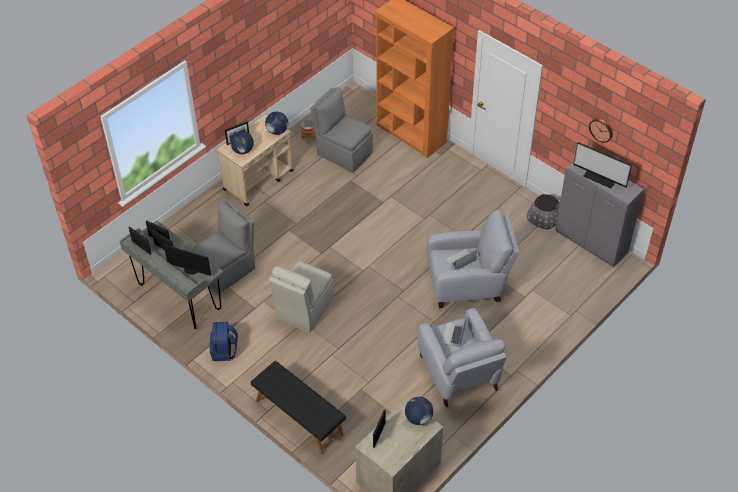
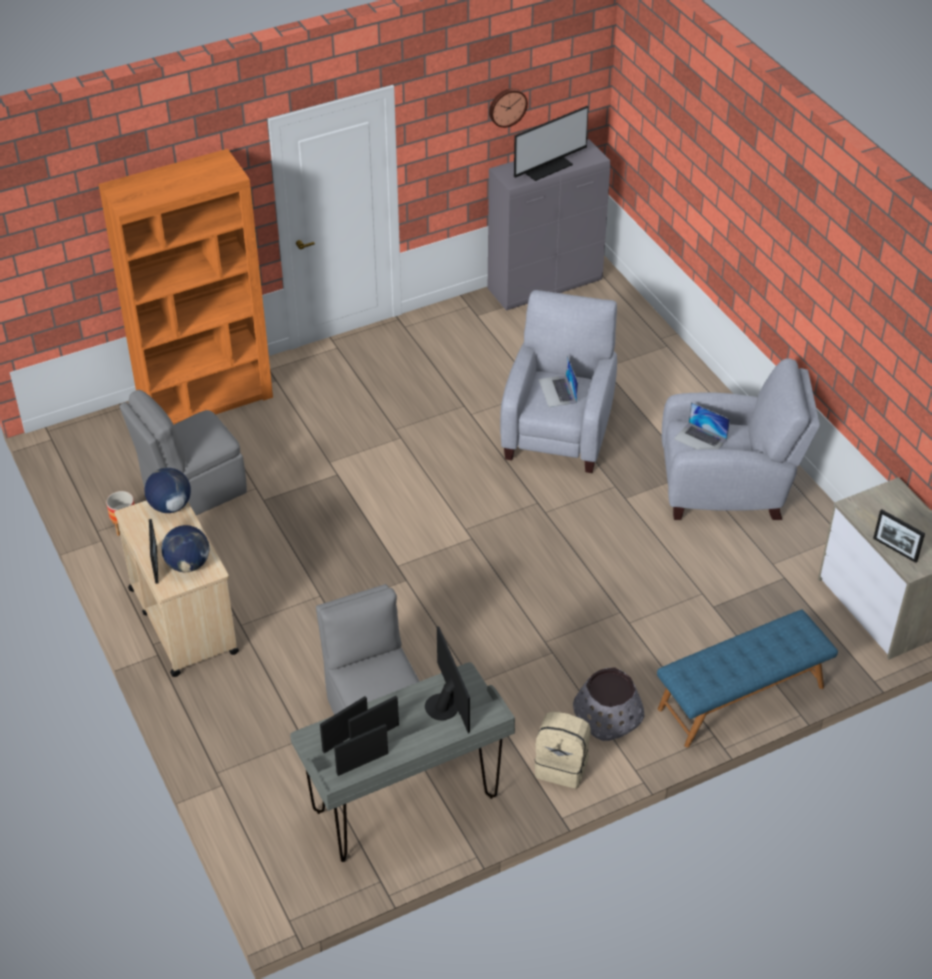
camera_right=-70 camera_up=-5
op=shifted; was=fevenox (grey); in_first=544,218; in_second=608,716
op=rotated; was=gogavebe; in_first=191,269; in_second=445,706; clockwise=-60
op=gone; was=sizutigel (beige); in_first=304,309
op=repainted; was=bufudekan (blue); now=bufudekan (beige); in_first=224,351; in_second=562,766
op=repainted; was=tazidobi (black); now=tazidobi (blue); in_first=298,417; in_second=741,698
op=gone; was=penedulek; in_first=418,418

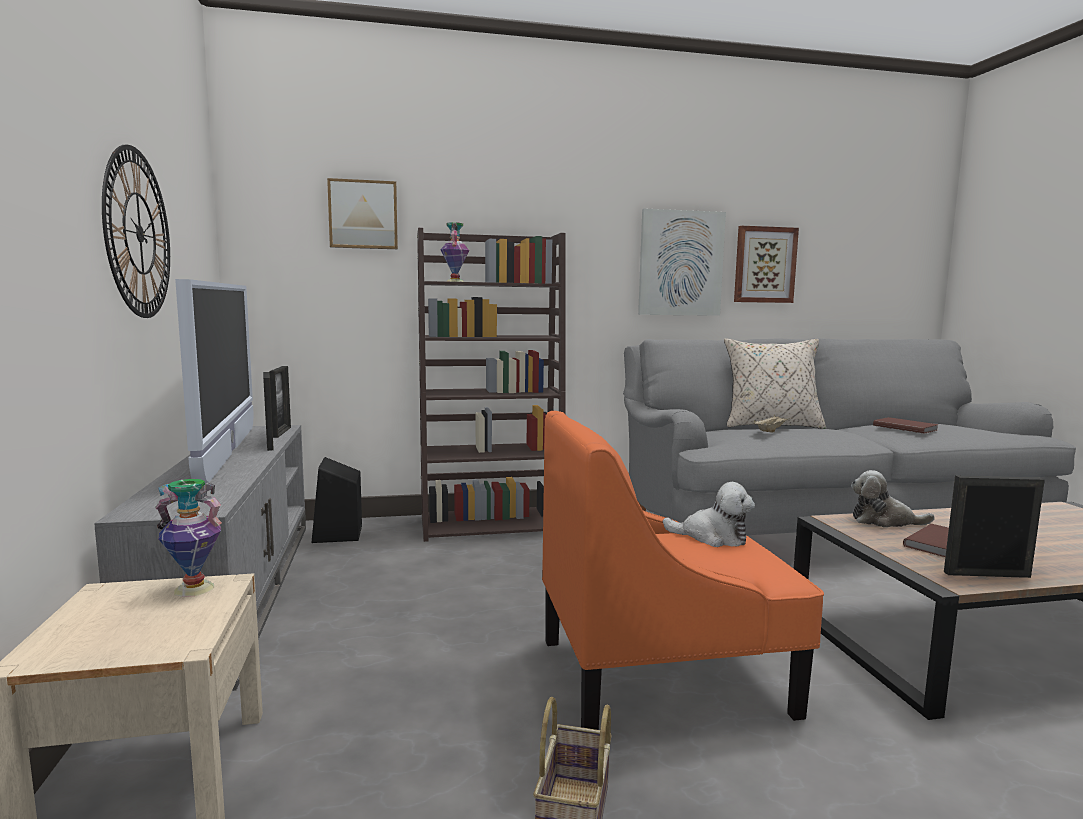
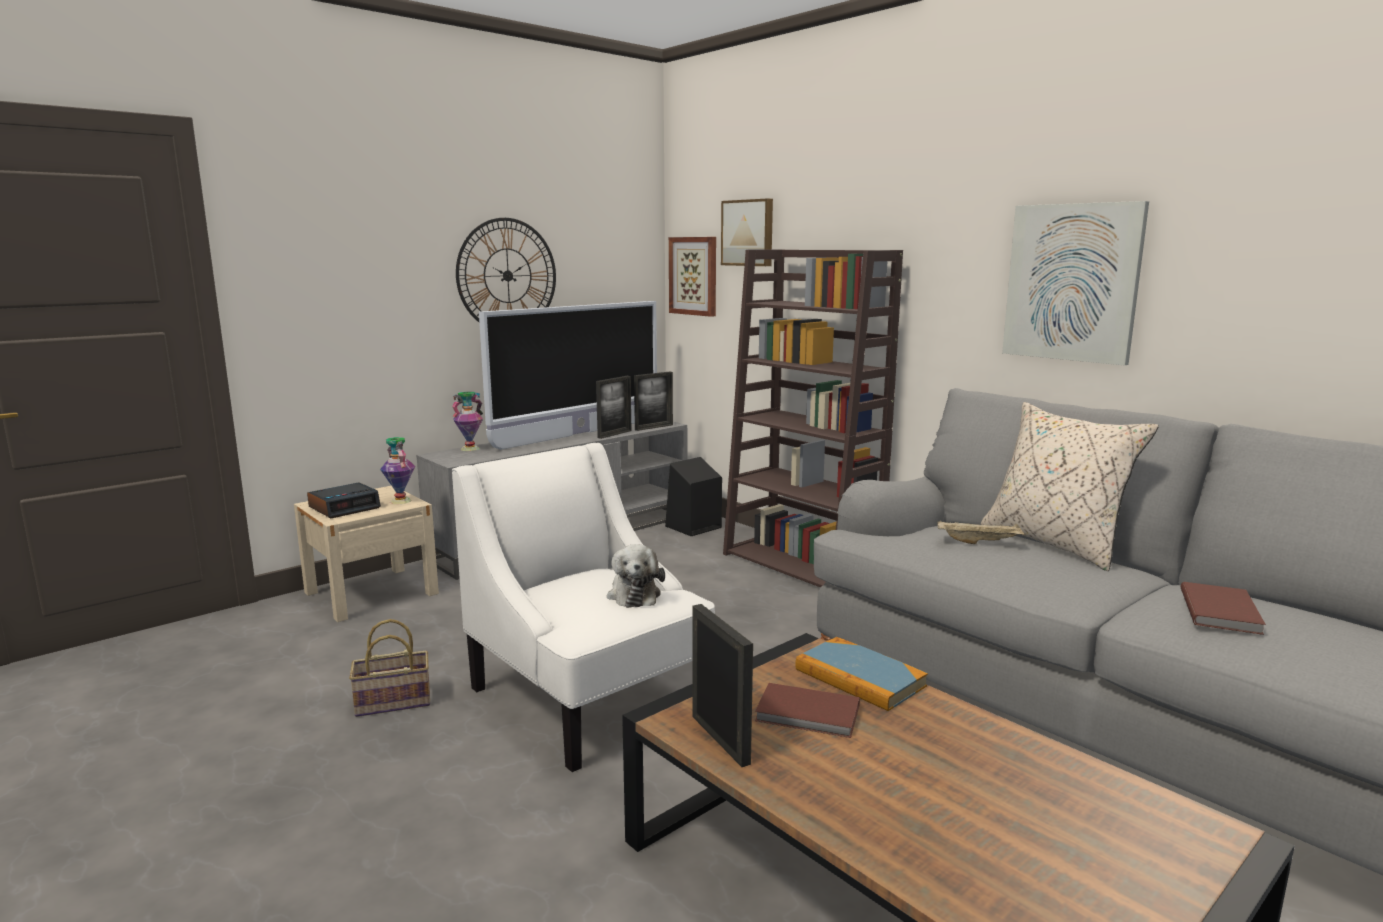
camera_right=60 camera_up=5
op=shifted; was=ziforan; in_first=454,281; in_second=470,448
op=shifted; was=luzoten; in_first=764,265; in_second=694,276
op=repainted; was=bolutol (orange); now=bolutol (white); in_first=663,676; in_second=588,698
op=swapped; was=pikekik; now=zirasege; in_first=884,521; in_second=859,678
op=new; now=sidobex; in_second=345,507

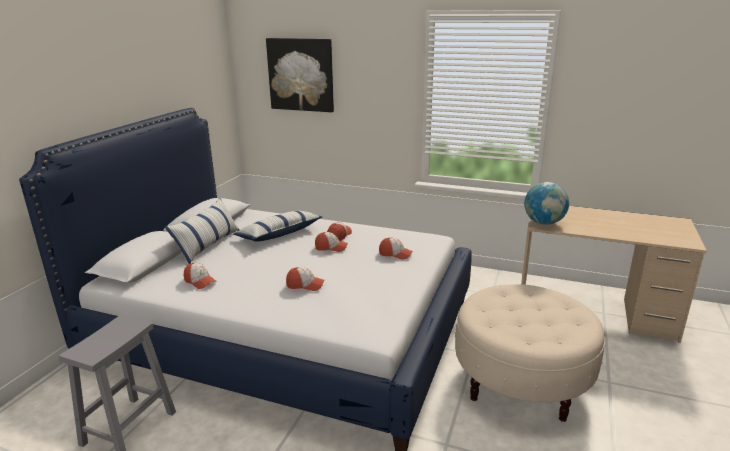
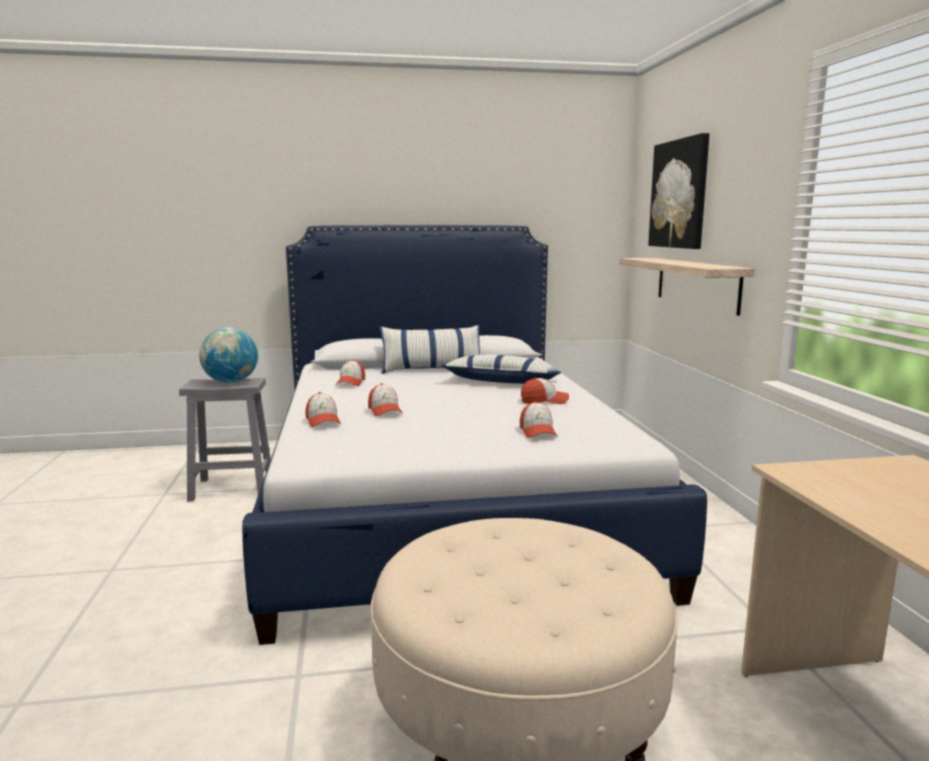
camera_right=60 camera_up=-10
op=shifted; was=penedulek; in_first=544,223; in_second=231,382
op=shifted; was=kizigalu; in_first=331,247; in_second=323,421
op=new; now=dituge; in_second=696,283

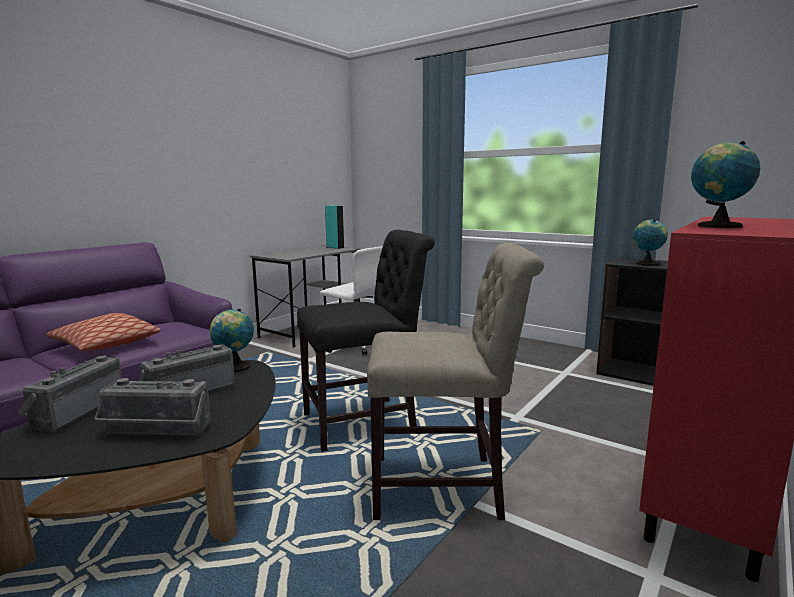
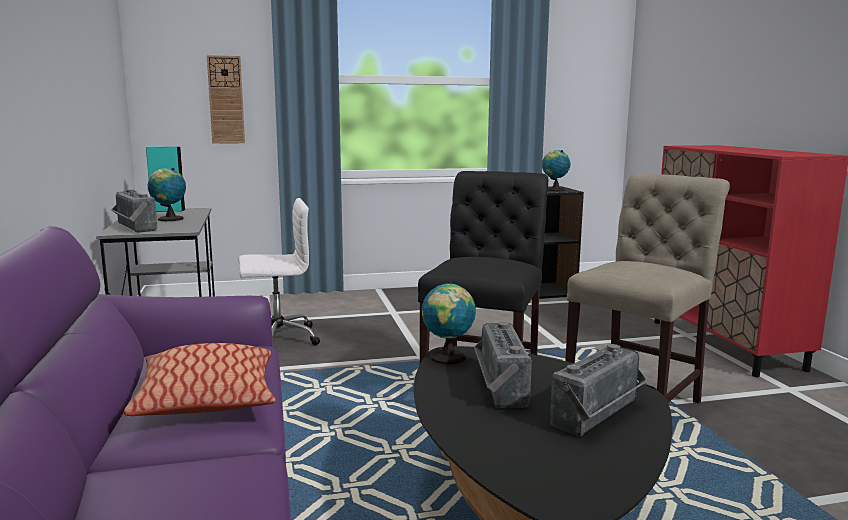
camera_right=-50 camera_up=0
op=shifted; was=penedulek; in_first=716,226; in_second=169,219
op=shifted; was=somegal; in_first=76,411; in_second=133,227
op=new; now=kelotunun; in_second=226,100

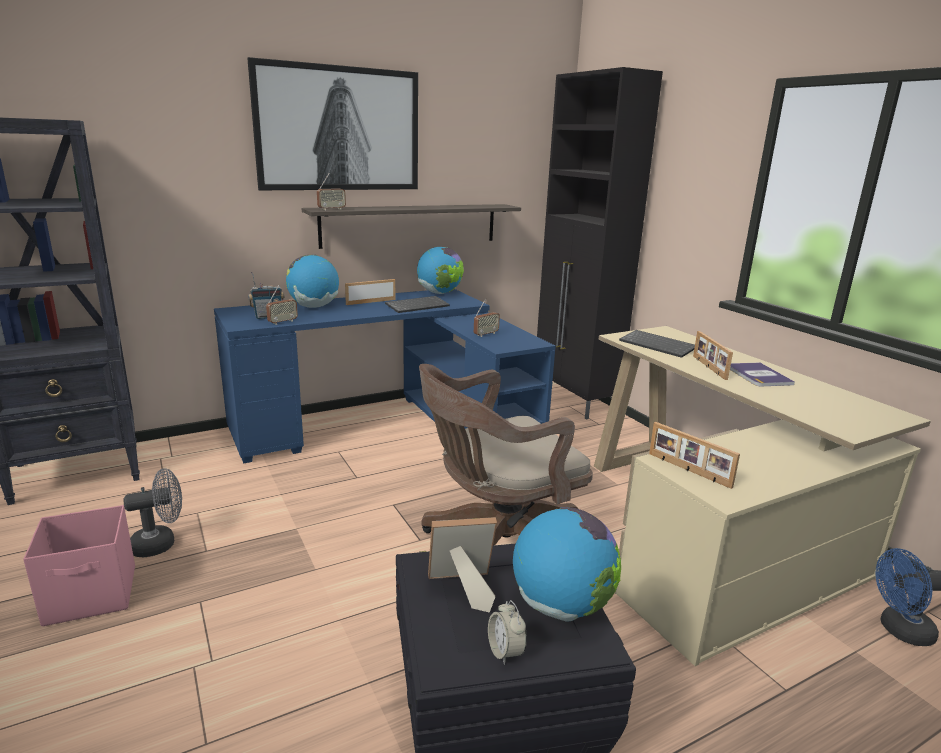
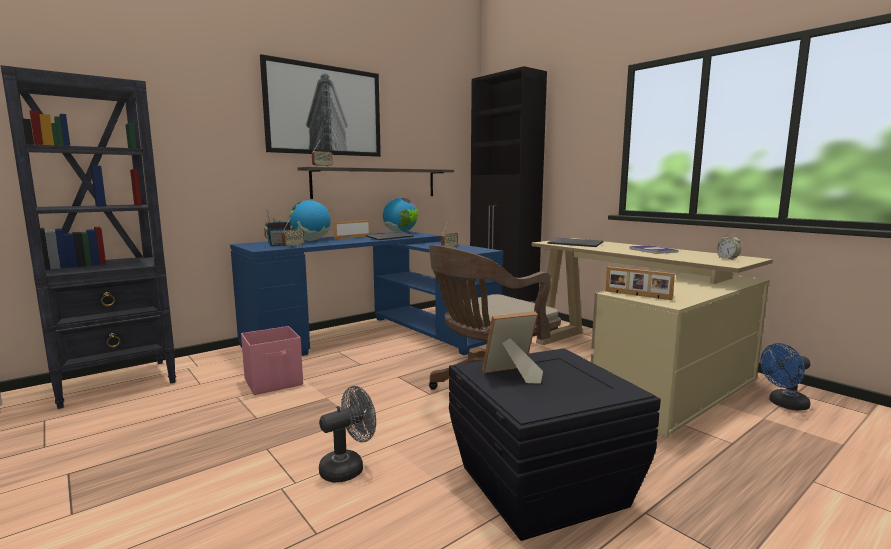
camera_right=-10 camera_up=-10
op=gone; was=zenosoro; in_first=708,367
op=shifted; was=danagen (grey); in_first=160,543; in_second=348,468
op=shifted; was=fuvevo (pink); in_first=92,595; in_second=274,382
op=gone; was=penedulek; in_first=561,606
op=shifted; was=sidobex; in_first=505,651; in_second=727,259

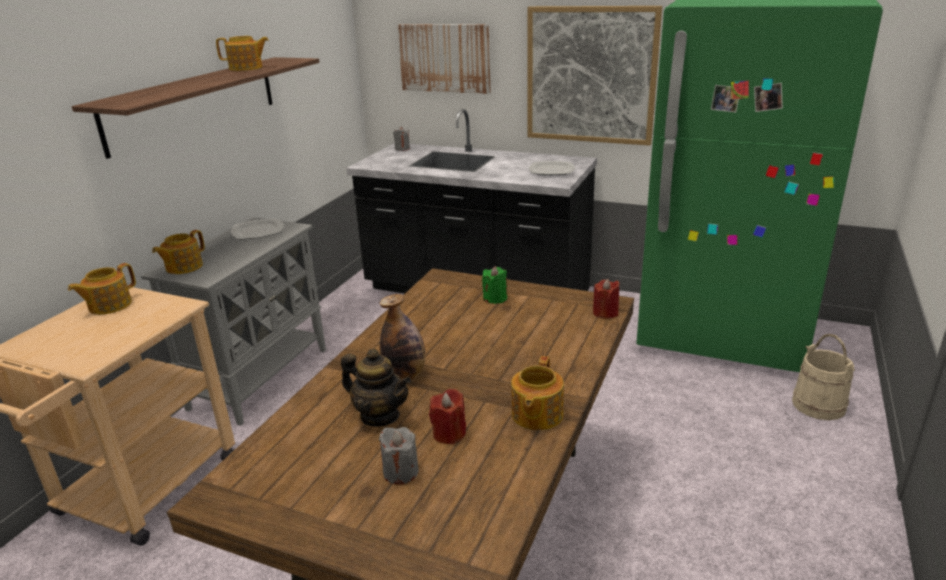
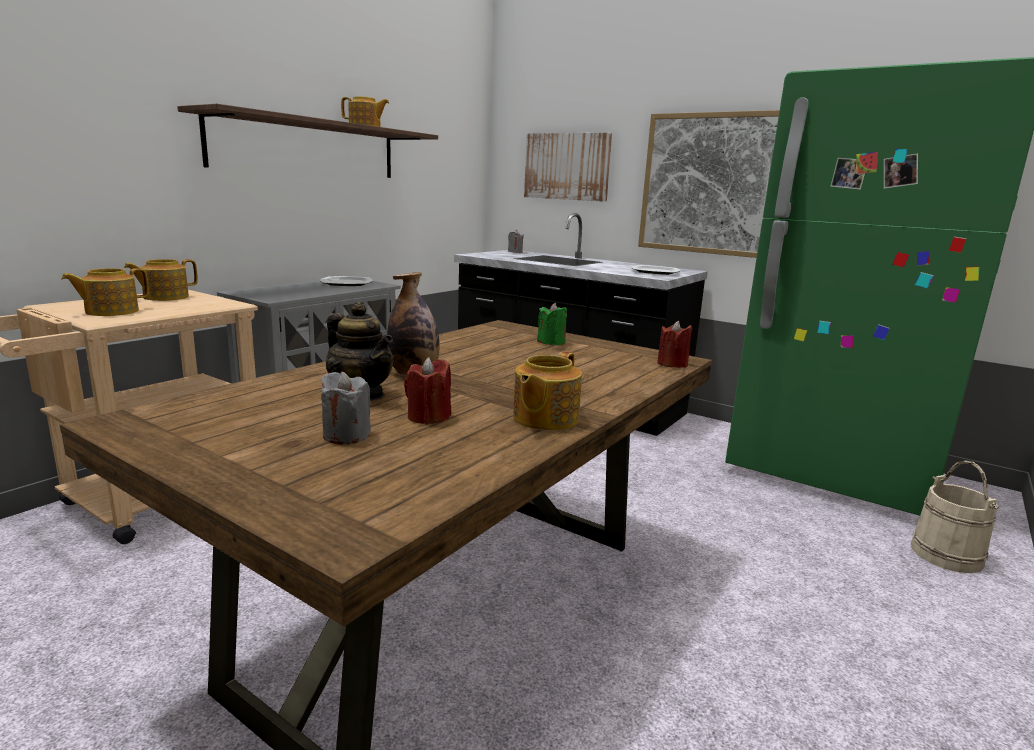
camera_right=10 camera_up=-10
op=shifted; was=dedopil; in_first=183,267; in_second=110,311

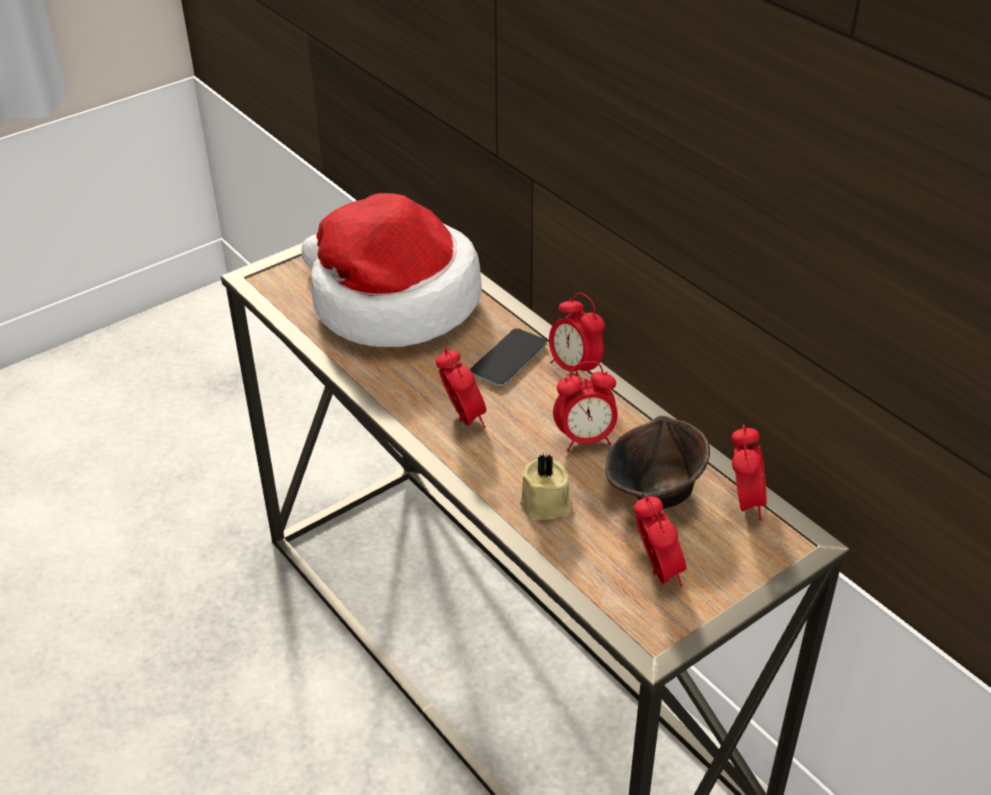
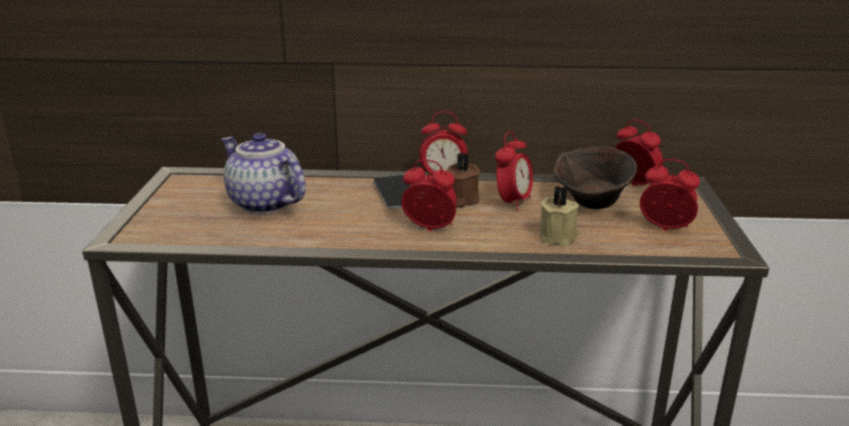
camera_right=-50 camera_up=-15
op=swapped; was=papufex; now=dedopil; in_first=391,302; in_second=263,204
op=new; now=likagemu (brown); in_second=460,200

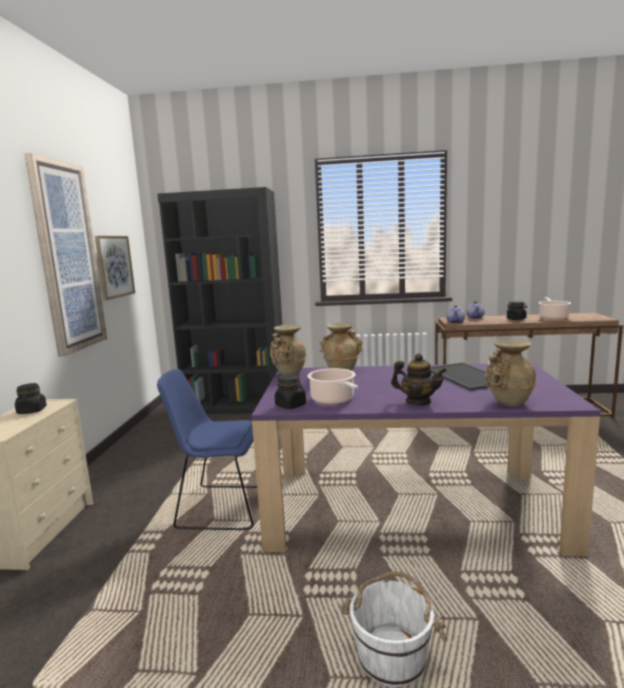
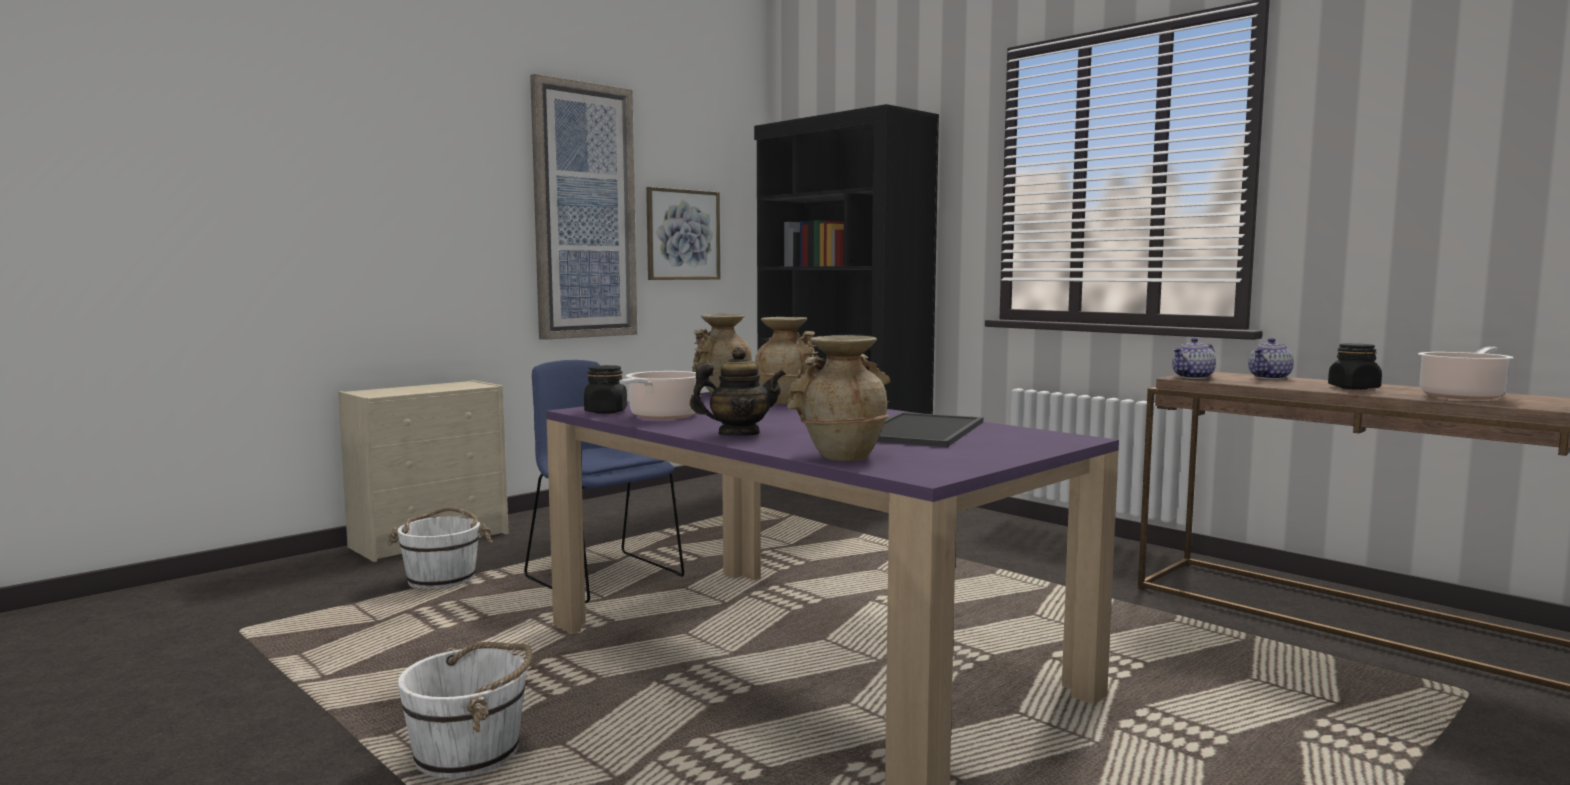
camera_right=40 camera_up=-5
op=rotated; was=dedopil; in_first=418,402; in_second=738,434; clockwise=-75
op=gone; was=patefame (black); in_first=32,411
op=new; now=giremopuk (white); in_second=442,579

